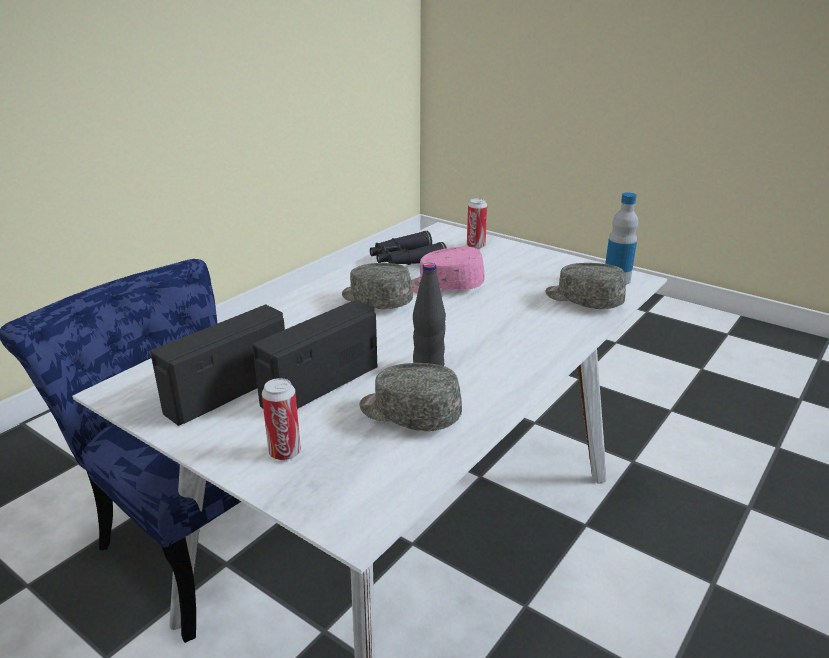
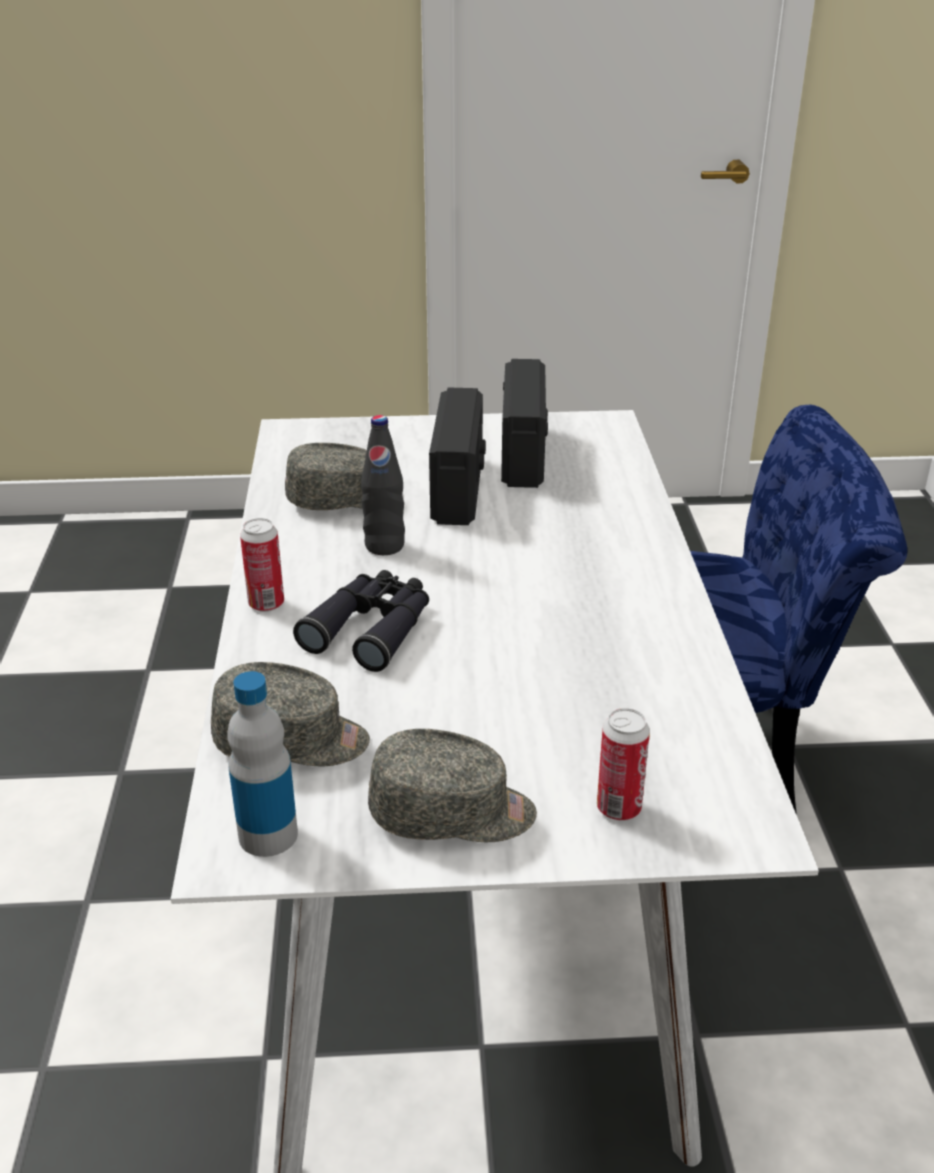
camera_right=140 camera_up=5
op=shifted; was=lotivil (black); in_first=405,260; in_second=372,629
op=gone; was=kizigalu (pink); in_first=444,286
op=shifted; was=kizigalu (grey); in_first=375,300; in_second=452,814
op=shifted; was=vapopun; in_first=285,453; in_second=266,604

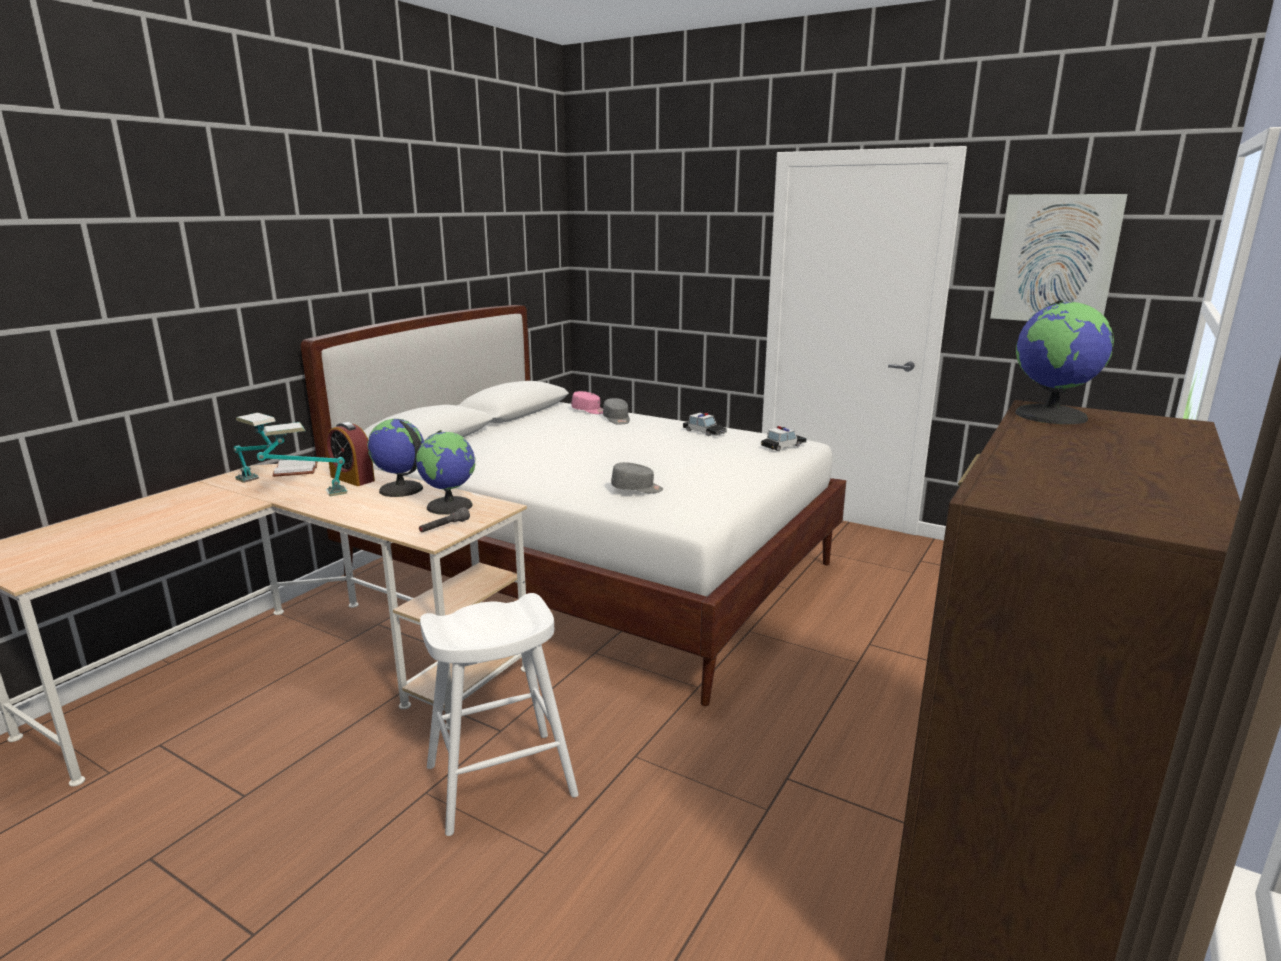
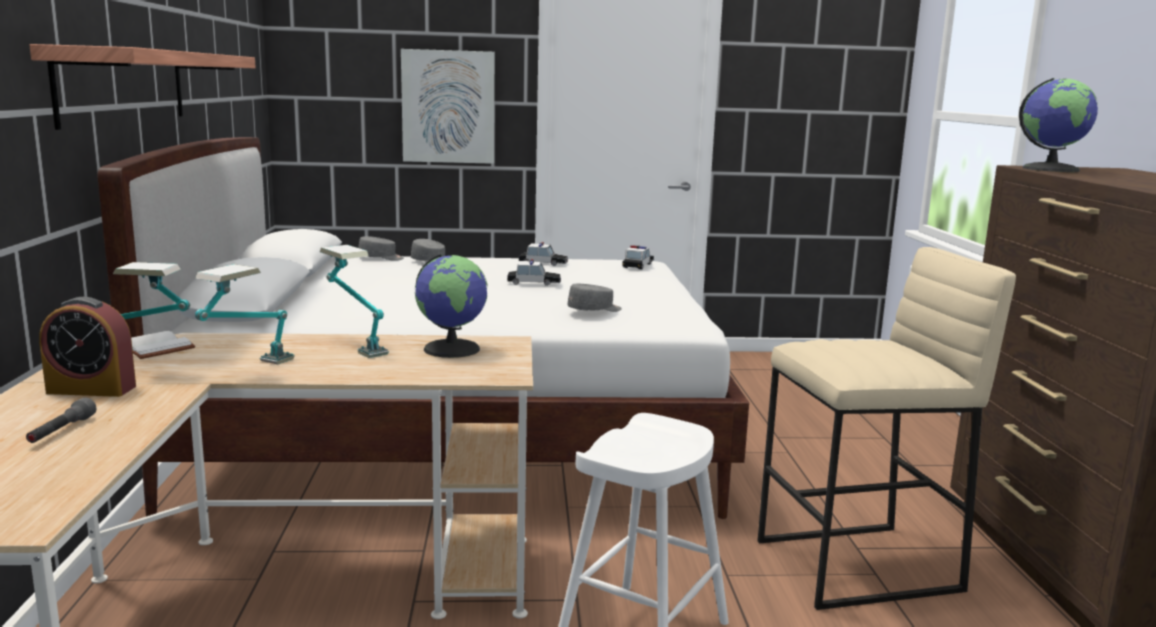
camera_right=-35 camera_up=-5
op=shifted; was=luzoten; in_first=1055,259; in_second=448,107
op=repainted; was=kizigalu (pink); now=kizigalu (grey); in_first=589,410; in_second=381,258
op=swapped; was=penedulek; now=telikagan; in_first=400,489; in_second=354,345
op=shifted; was=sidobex; in_first=352,479; in_second=91,389
op=shifted; was=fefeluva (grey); in_first=444,527; in_second=61,431
op=new; now=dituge; in_second=124,86
op=new; now=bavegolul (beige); in_second=858,566
op=new; now=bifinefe; in_second=534,282

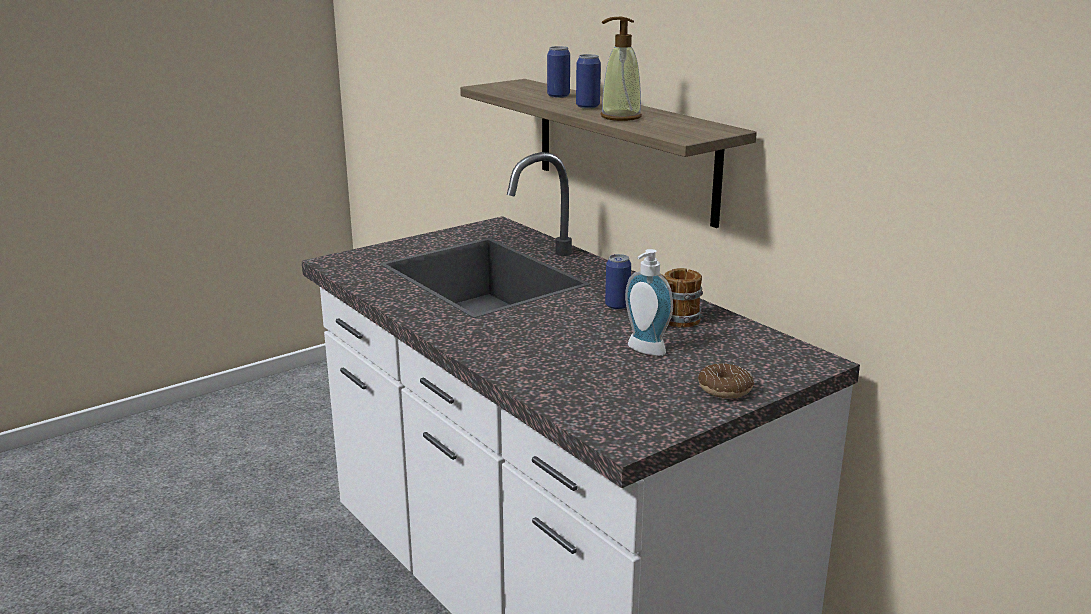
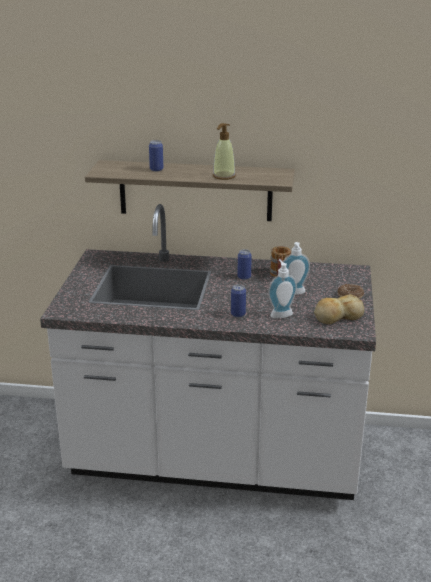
camera_right=-45 camera_up=5
op=shifted; was=vapopun; in_first=587,106; in_second=238,314
op=new; now=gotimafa; in_second=280,314
op=new; now=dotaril; in_second=337,316

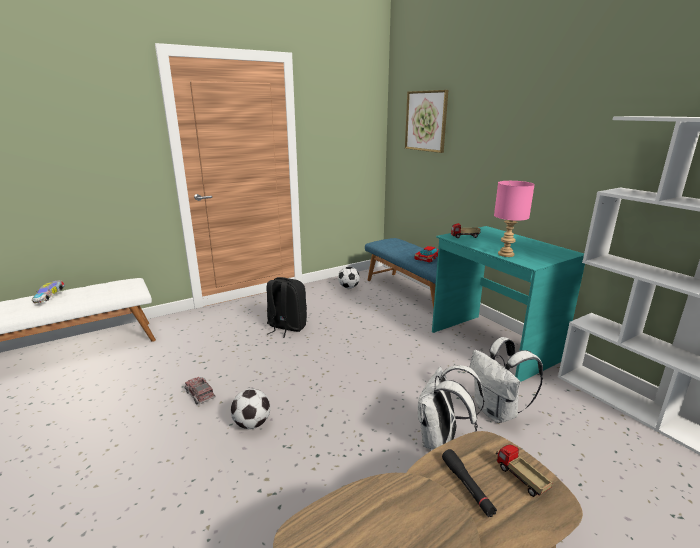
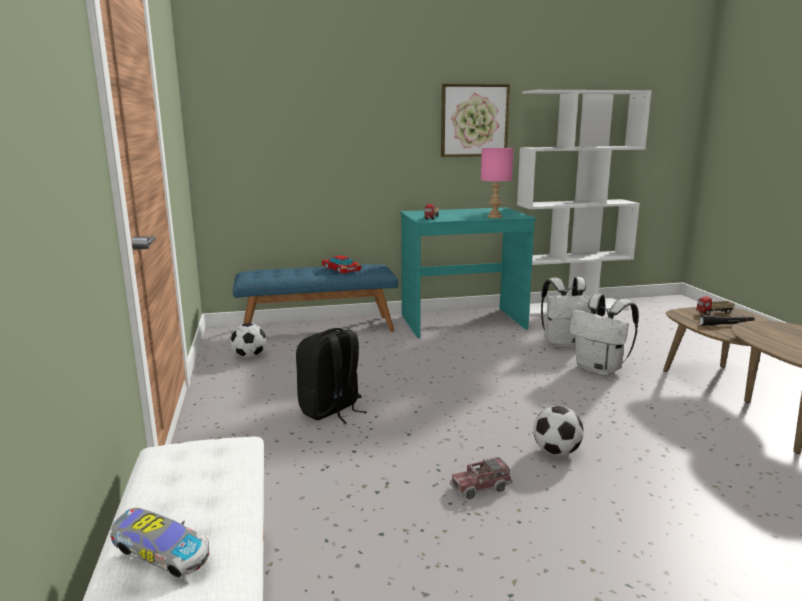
camera_right=-70 camera_up=-5
op=shifted; was=luzoten; in_first=426,121; in_second=474,120

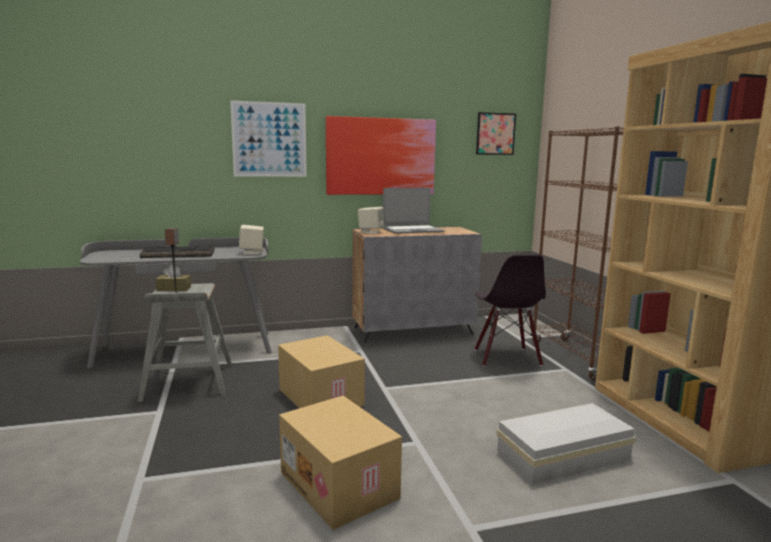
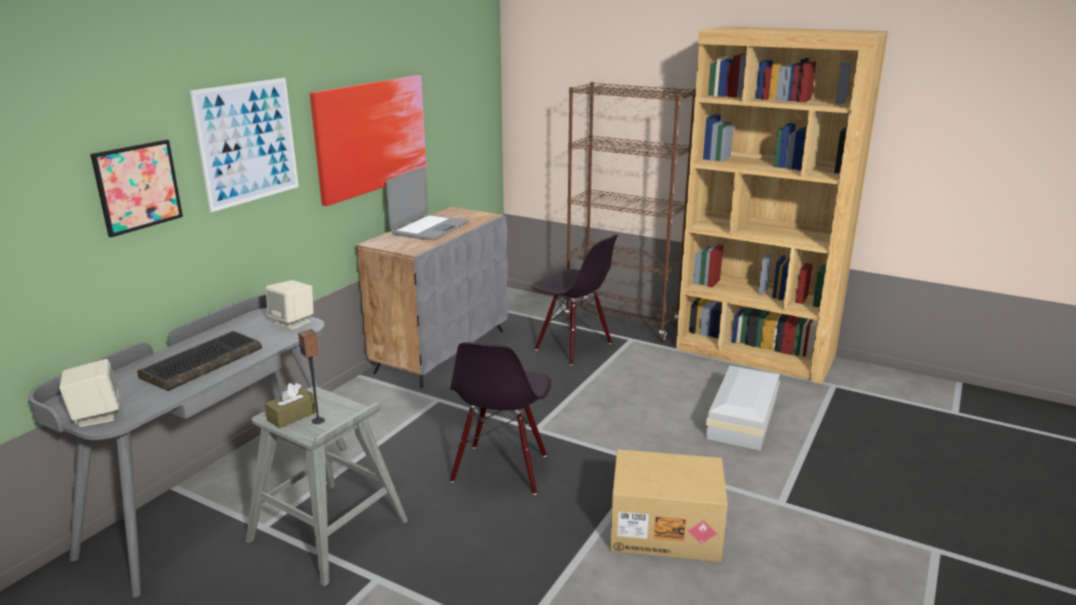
camera_right=-45 camera_up=10
op=shifted; was=luzoten; in_first=495,134; in_second=138,187
op=shifted; was=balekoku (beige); in_first=370,232; in_second=96,416
op=swapped; was=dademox; now=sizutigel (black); in_first=319,397; in_second=501,469

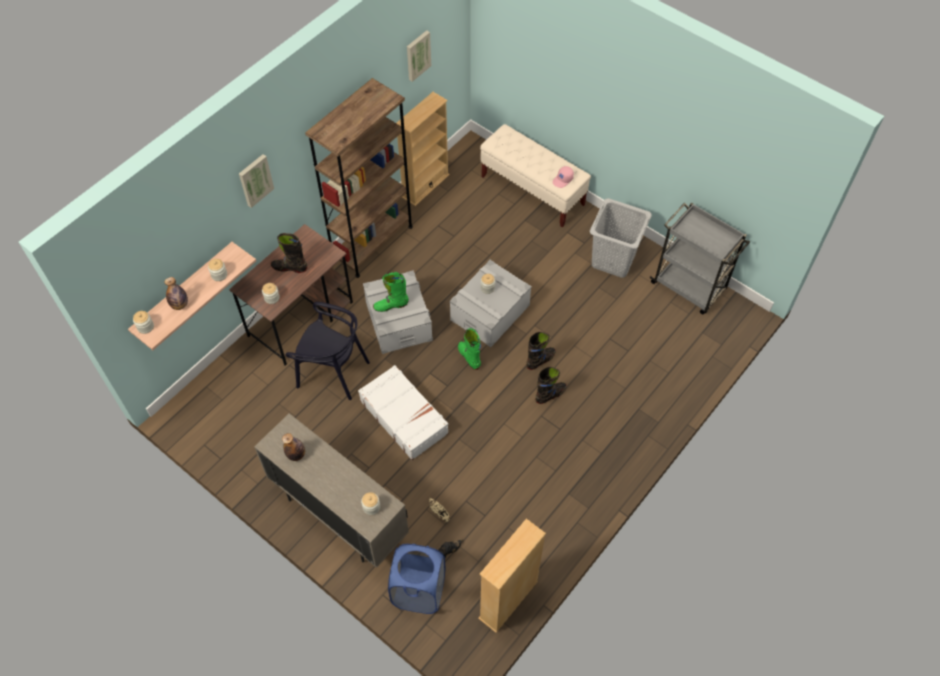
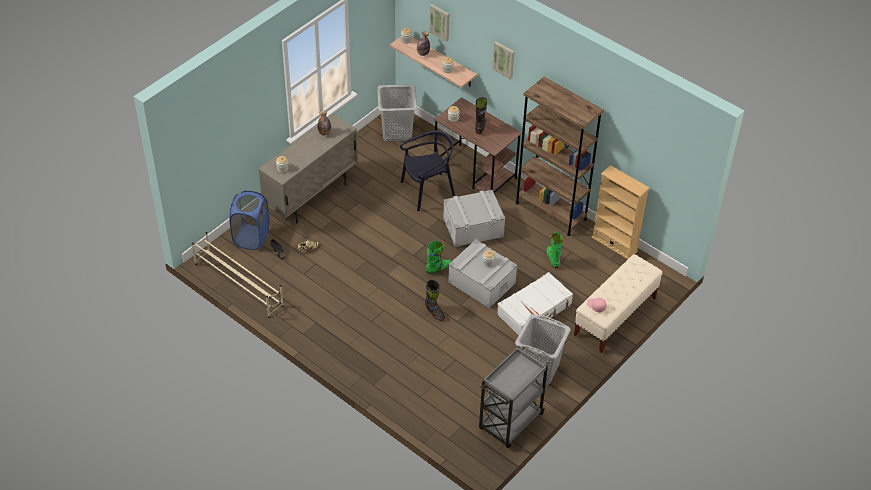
camera_right=90 camera_up=-10
op=shifted; was=luzoten; in_first=417,55; in_second=440,22
op=shifted; was=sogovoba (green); in_first=391,305; in_second=553,259
op=rotated; was=sizutigel (black); in_first=333,372; in_second=427,191; clockwise=-135
op=shifted; was=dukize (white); in_first=404,416; in_second=534,310
op=gone; was=sogovoba (black); in_first=550,395
op=swapped; was=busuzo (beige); now=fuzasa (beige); in_first=508,600; in_second=238,284
op=new; now=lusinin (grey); in_second=396,131

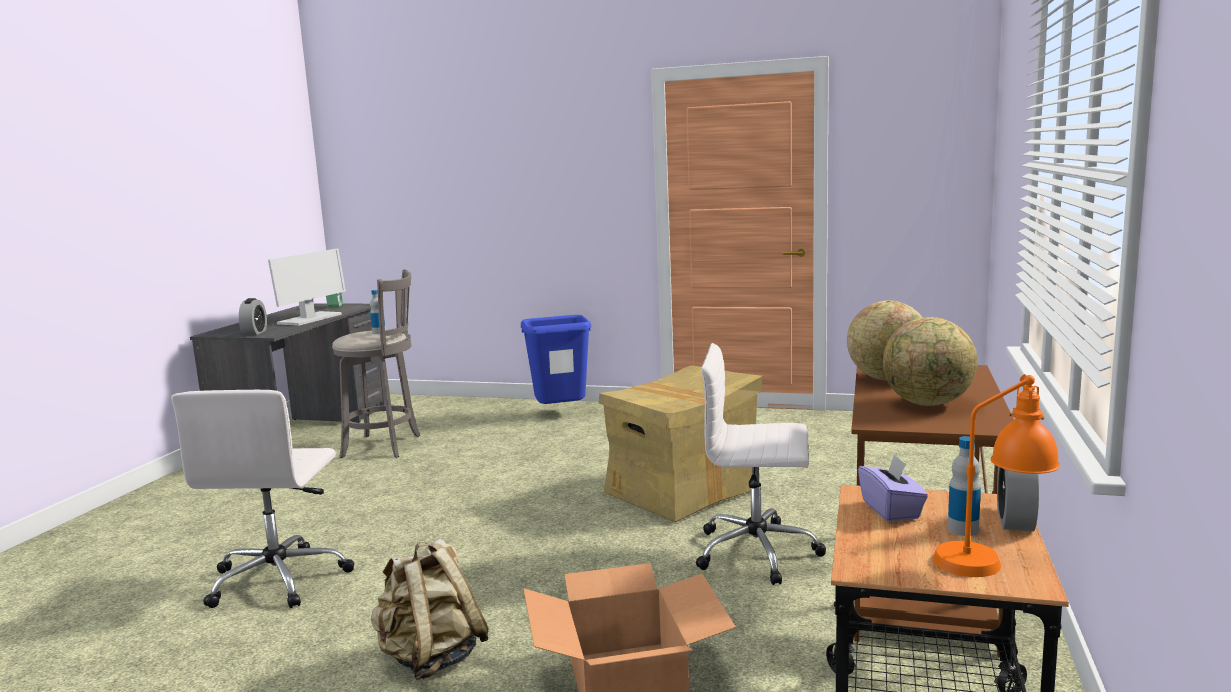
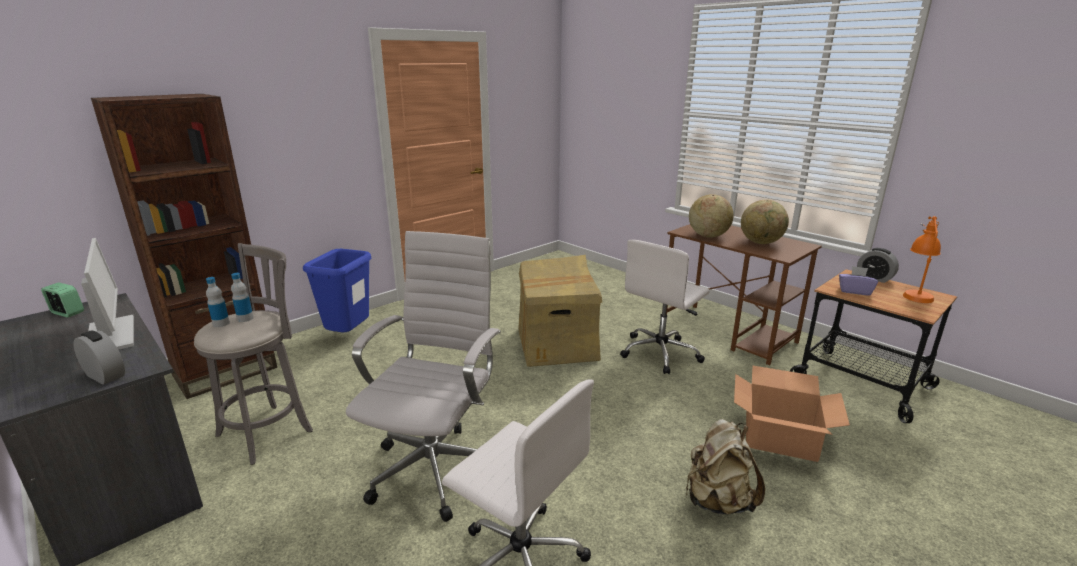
camera_right=-60 camera_up=10
op=shifted; was=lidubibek; in_first=963,529; in_second=221,323
op=new; now=busuzo (brown); in_second=225,371
op=new; now=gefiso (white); in_second=436,466

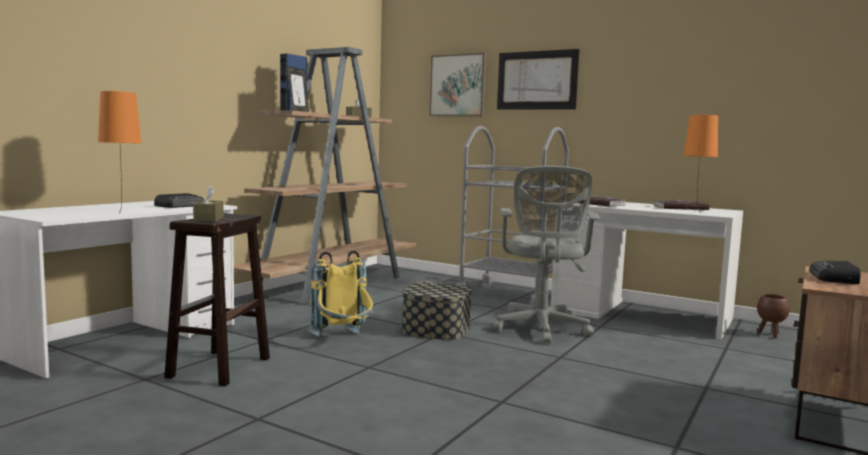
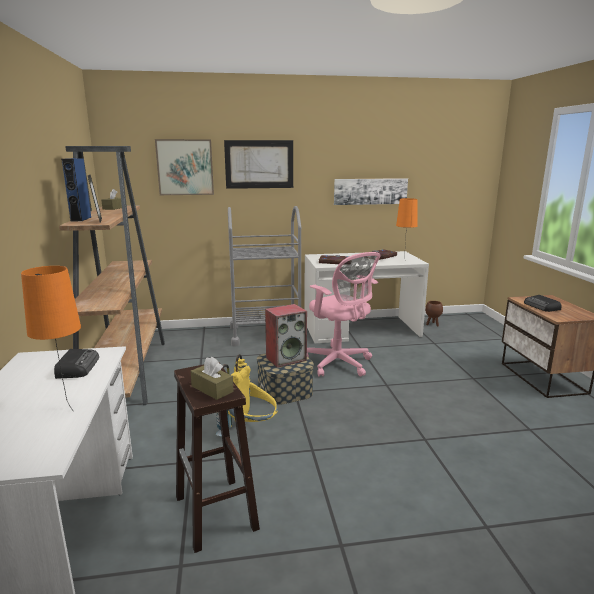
camera_right=-40 camera_up=10
op=repainted; was=gefiso (grey); now=gefiso (pink); in_first=541,329; in_second=339,364
op=new; now=luzoten; in_second=370,191
op=new; now=balekoku; in_second=286,359

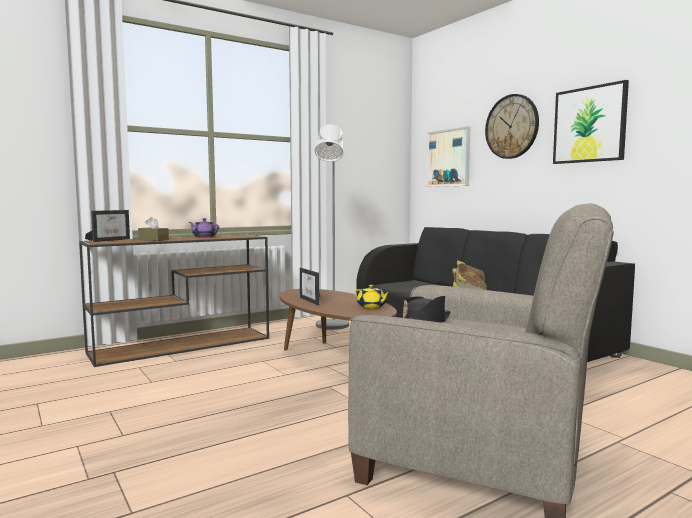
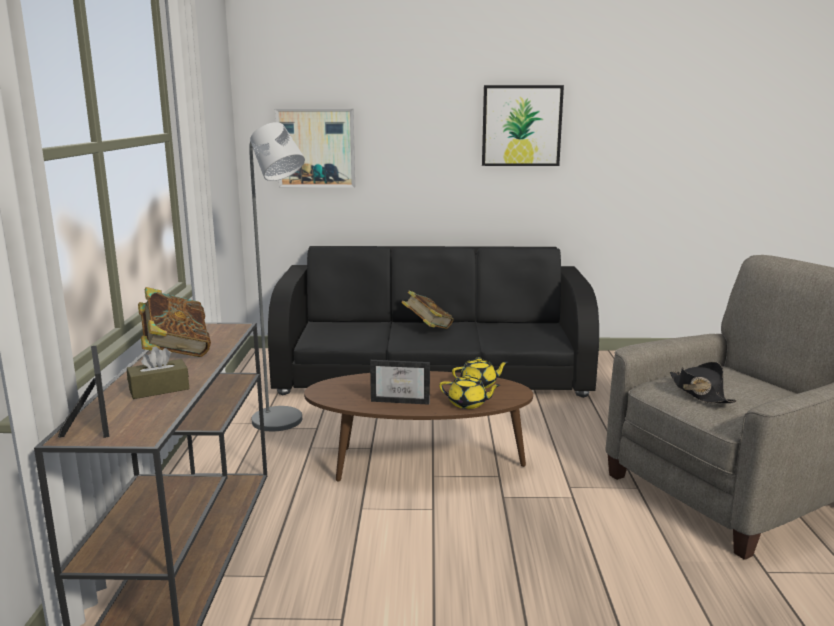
camera_right=-55 camera_up=10
op=gone; was=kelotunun; in_first=512,126
op=swapped; was=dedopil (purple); now=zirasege; in_first=204,237; in_second=176,352
op=new; now=dedopil (yellow); in_second=468,404

